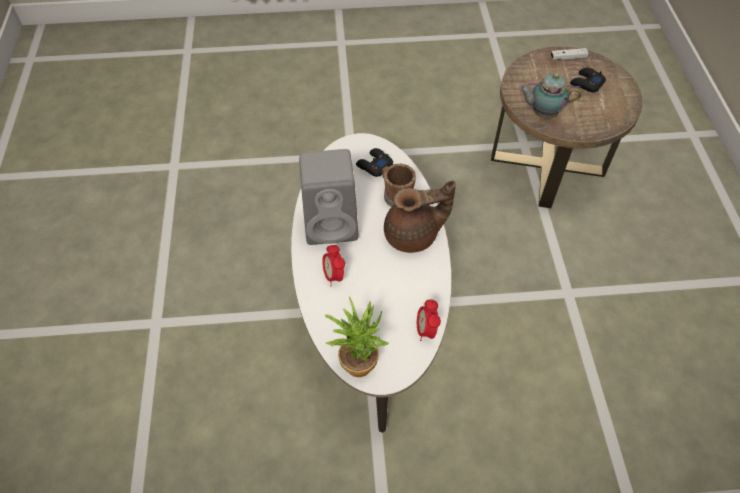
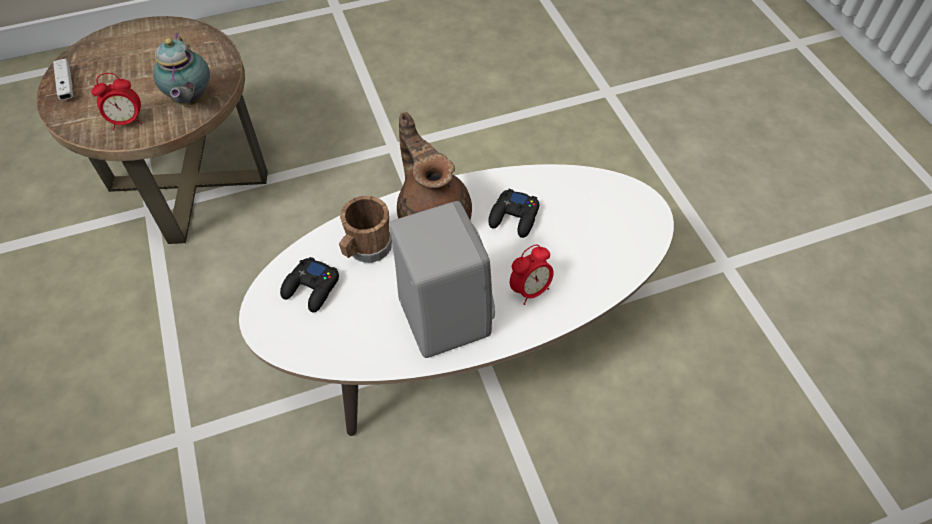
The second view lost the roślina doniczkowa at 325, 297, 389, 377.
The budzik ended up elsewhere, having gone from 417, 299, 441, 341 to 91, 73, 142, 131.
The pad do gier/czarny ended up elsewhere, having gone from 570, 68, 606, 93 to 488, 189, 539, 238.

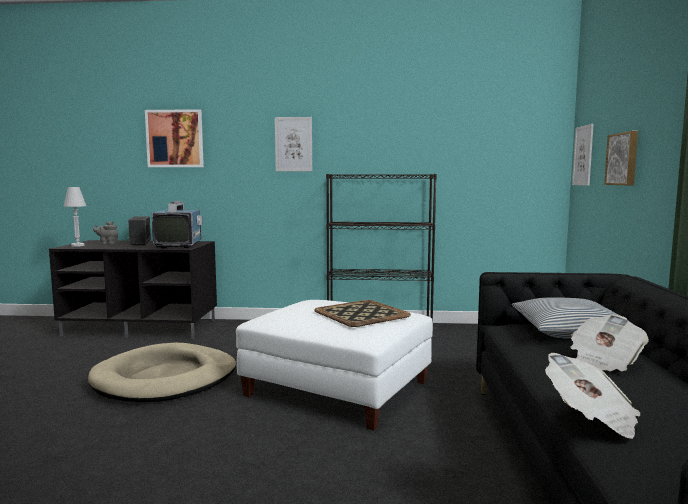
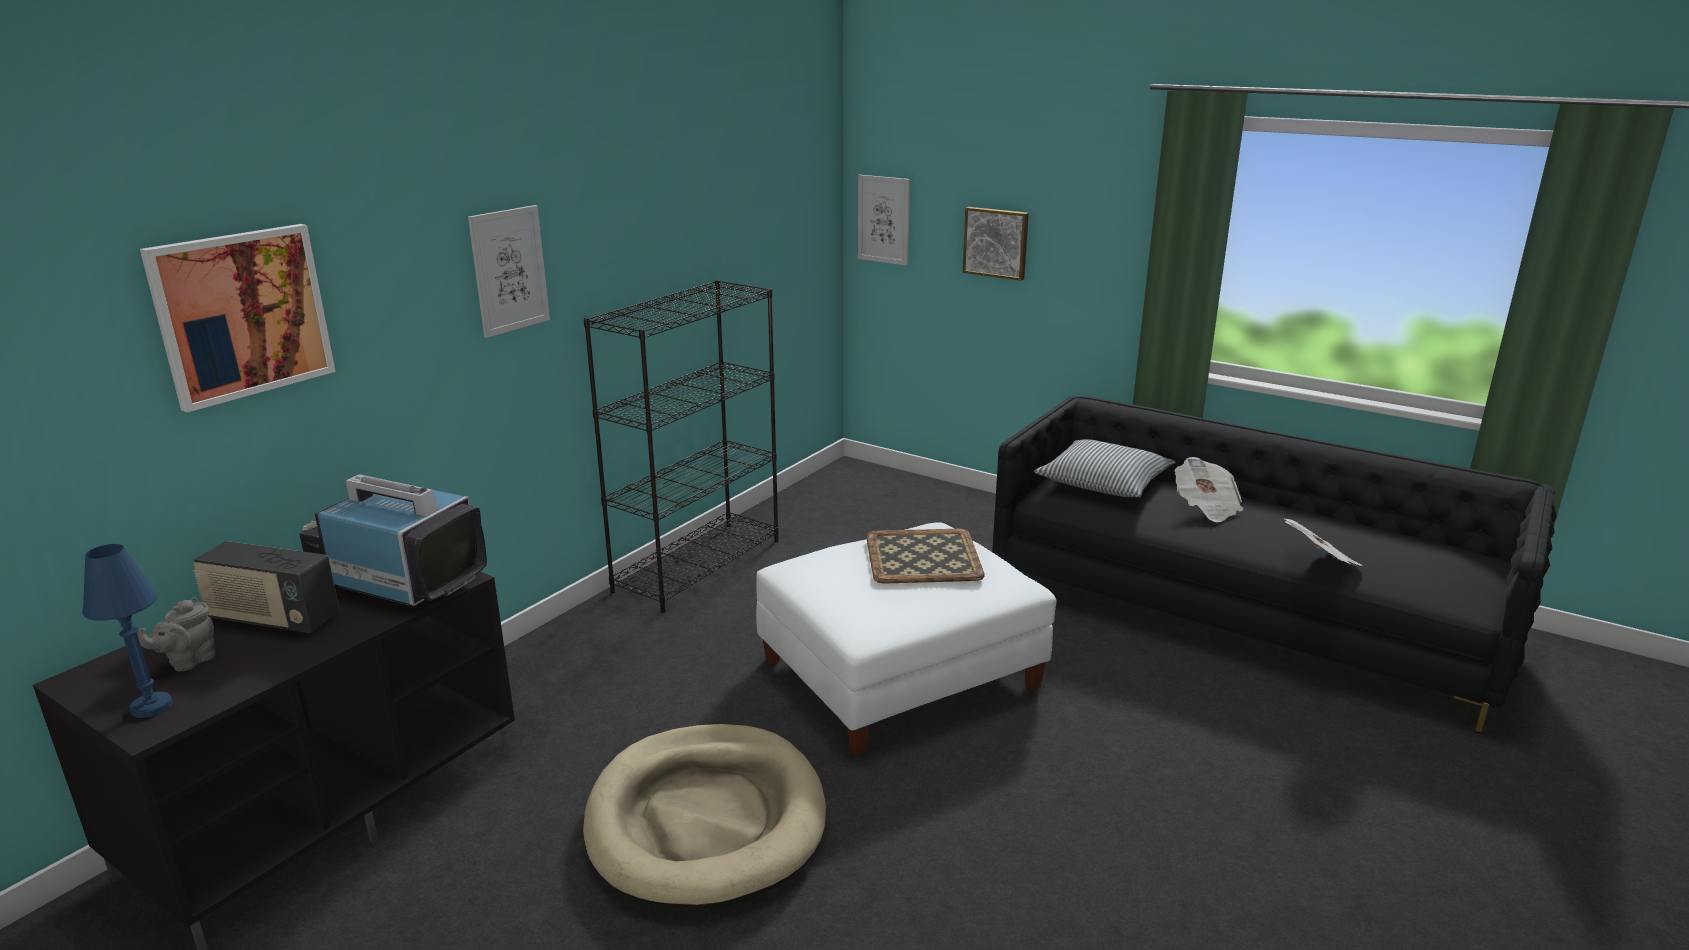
What was the lampa stołowa/biały at 63, 187, 86, 247 turned into the lampa stołowa/niebieski at 82, 544, 173, 718.

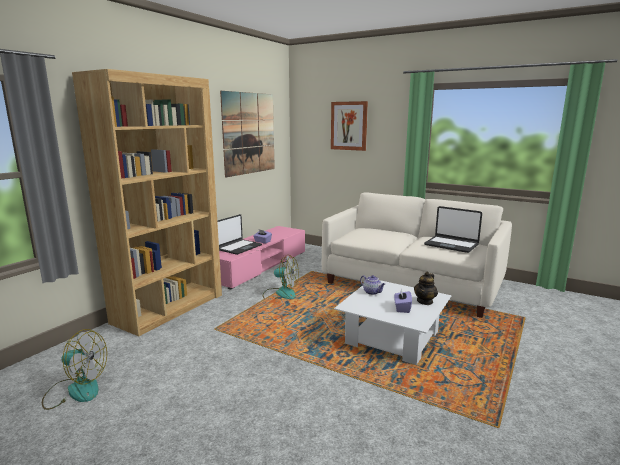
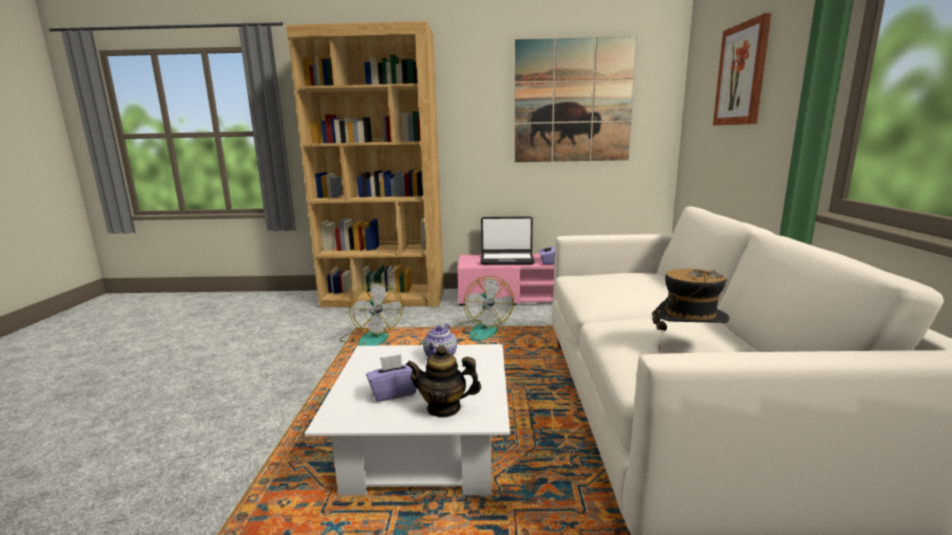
The wentylator ended up elsewhere, having gone from 42, 329, 107, 410 to 340, 282, 403, 346.
Where the laptop stood at 424, 206, 482, 253, the kapelusz came to stand at 652, 269, 730, 351.

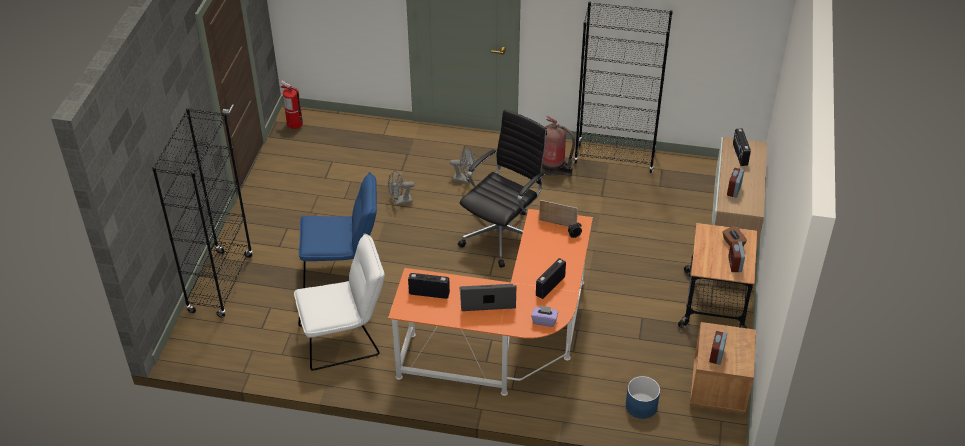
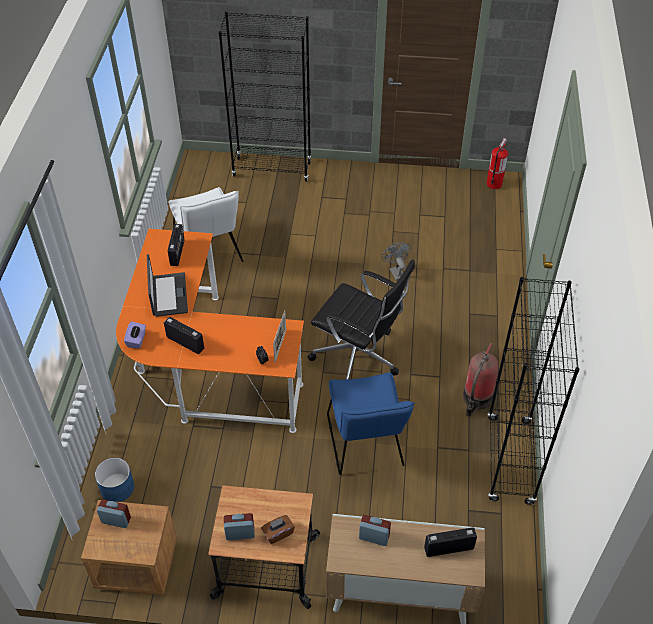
The second view lost the wentylator/szary at 450, 149, 476, 183.
The krzesło/niebieski ended up elsewhere, having gone from 298, 173, 377, 288 to 327, 372, 415, 475.

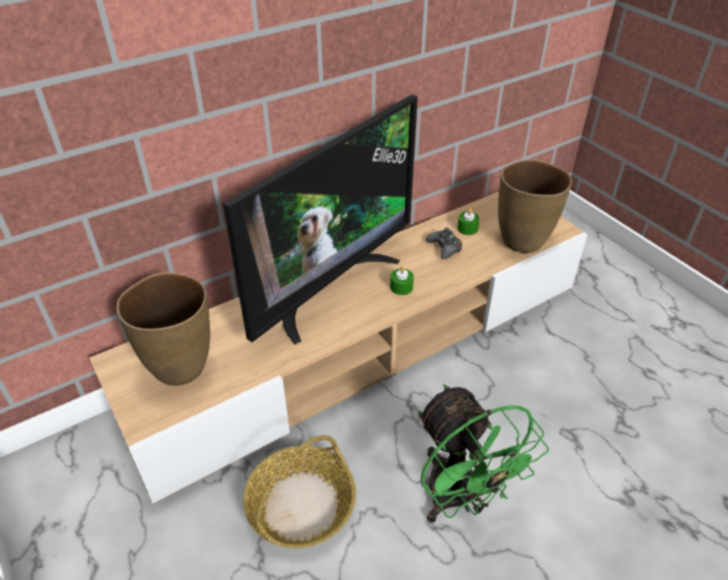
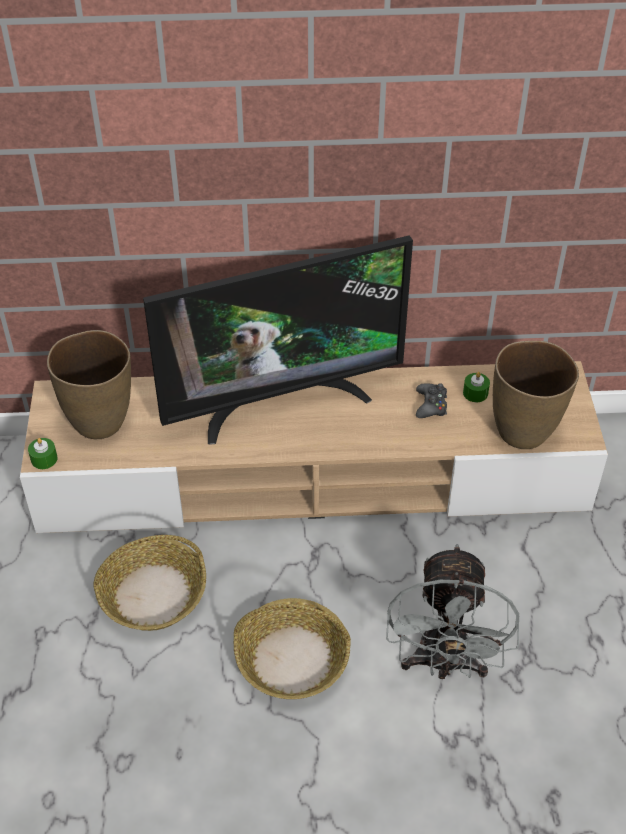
The second view gained the wentylator/szary at 386, 544, 519, 679.
The świeca/zielony ended up elsewhere, having gone from 390, 266, 414, 295 to 28, 438, 58, 469.
Where the wentylator/zielony stood at 418, 384, 549, 523, the koszyk came to stand at 234, 598, 351, 699.

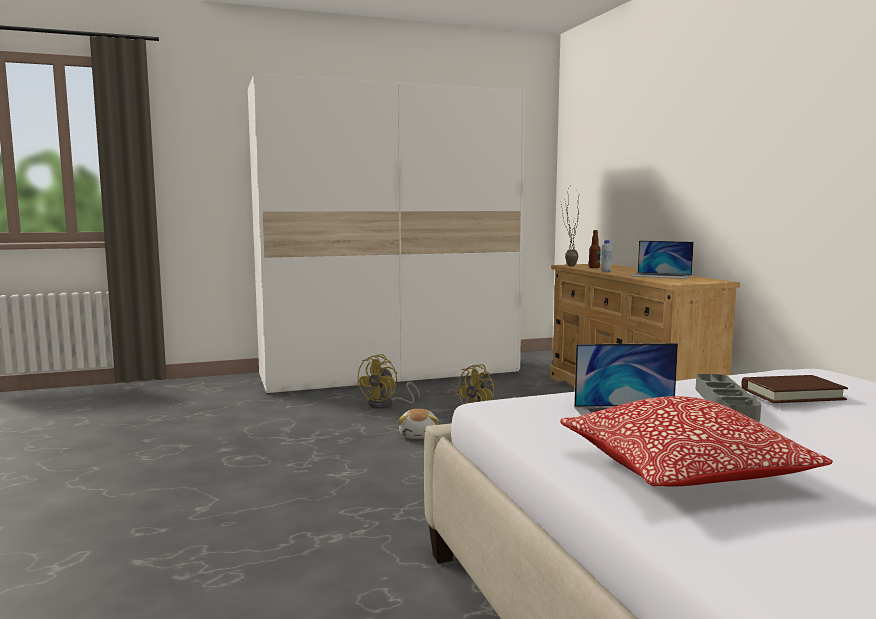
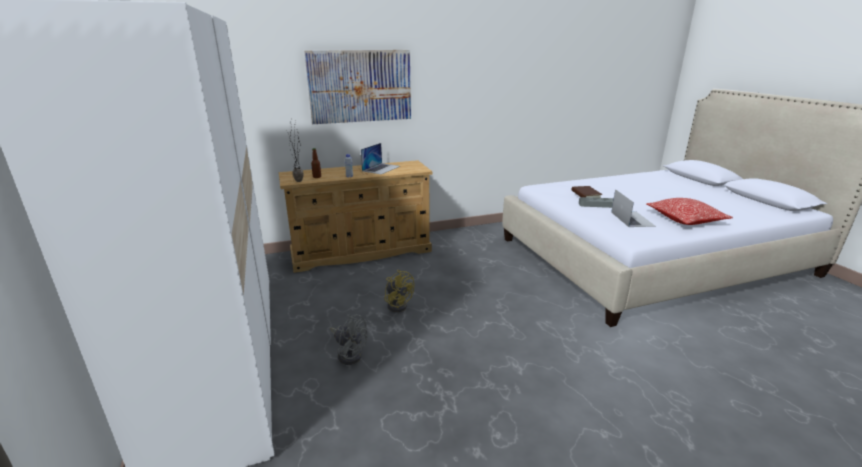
The second view lost the pluszak at 398, 409, 438, 439.
The second view gained the obraz at 304, 50, 411, 124.
What was the wentylator/żółty at 356, 354, 420, 409 turned into the wentylator/szary at 330, 314, 368, 365.

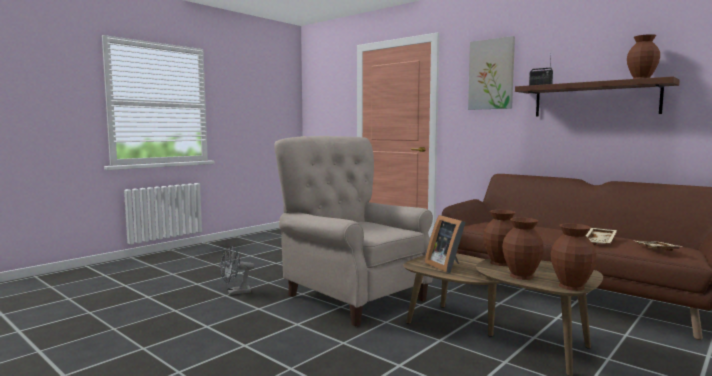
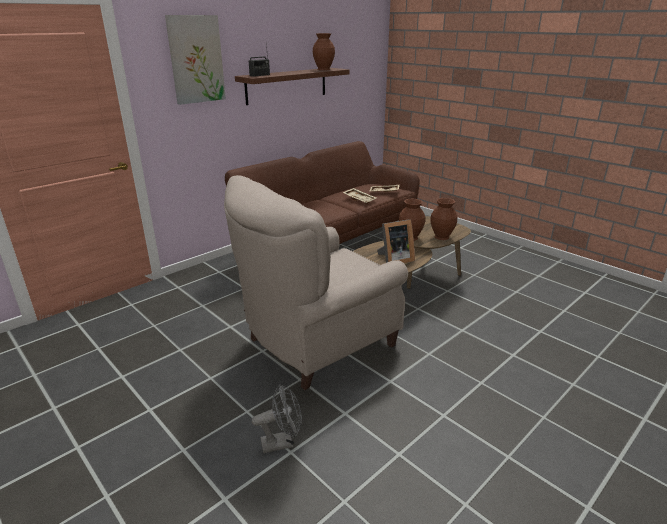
The second view lost the wazon/brązowy at 551, 224, 597, 291.
The wentylator/szary at 220, 246, 255, 295 ended up facing another way, 90 degrees counterclockwise from before.

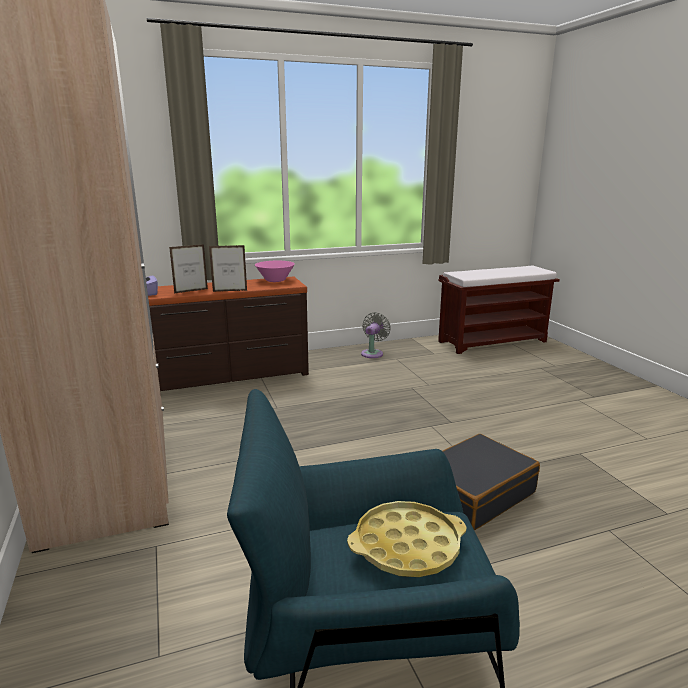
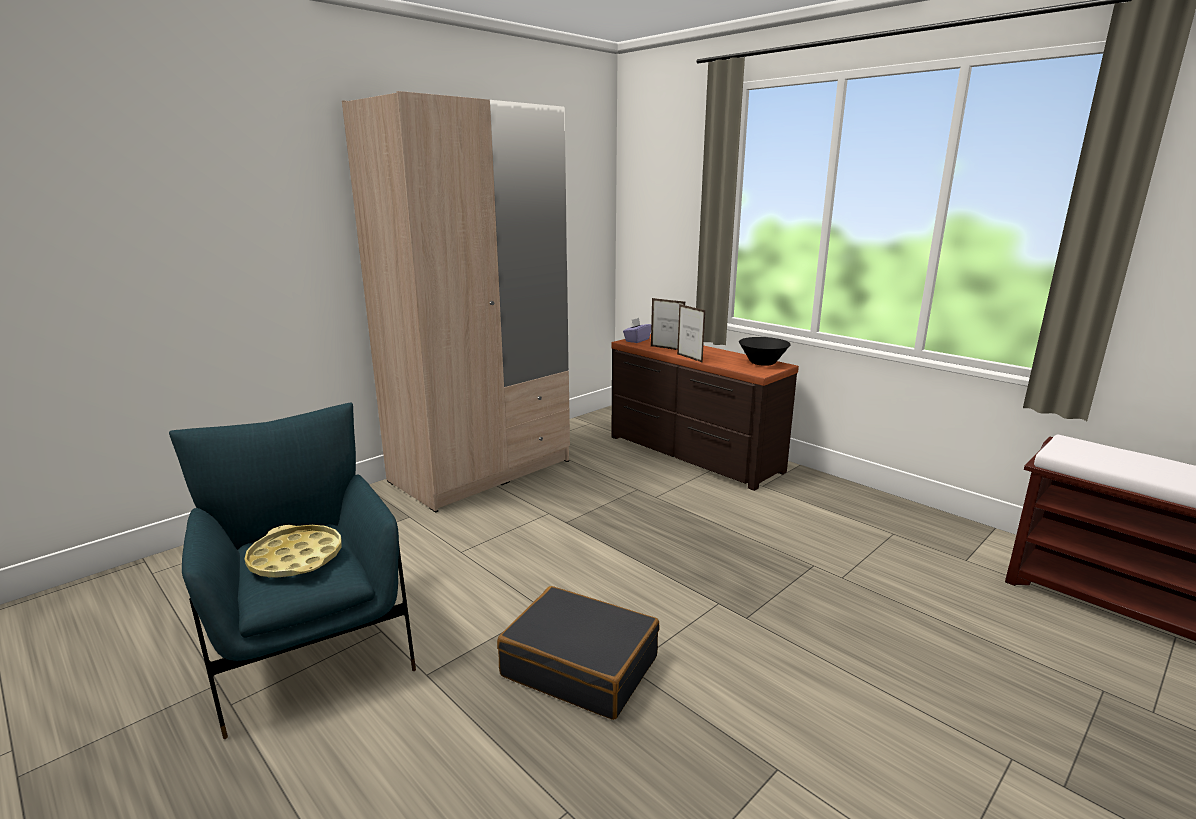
The second view lost the wentylator/szary at 361, 312, 391, 358.
What was the miska/różowy at 255, 261, 295, 282 turned into the miska/czarny at 739, 337, 791, 366.

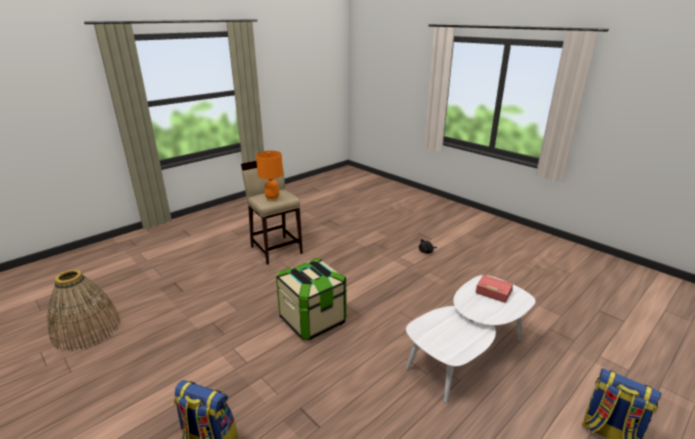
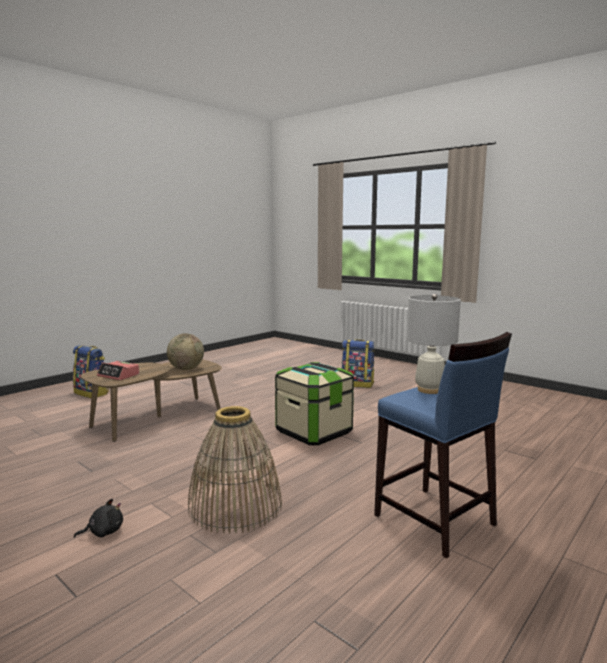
The second view gained the globus at 167, 334, 204, 370.
The koszyk ended up elsewhere, having gone from 48, 270, 120, 351 to 188, 406, 282, 534.
What was the stołek/beżowy at 241, 161, 303, 265 turned into the stołek/niebieski at 374, 332, 512, 559.
What was the lampa stołowa/pomarańczowy at 256, 151, 283, 201 turned into the lampa stołowa/biały at 407, 294, 461, 394.
What was the ława/biały at 406, 275, 535, 403 turned into the ława/brązowy at 81, 359, 222, 442.

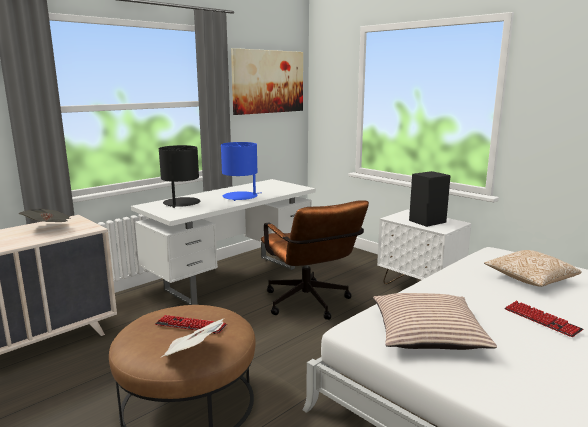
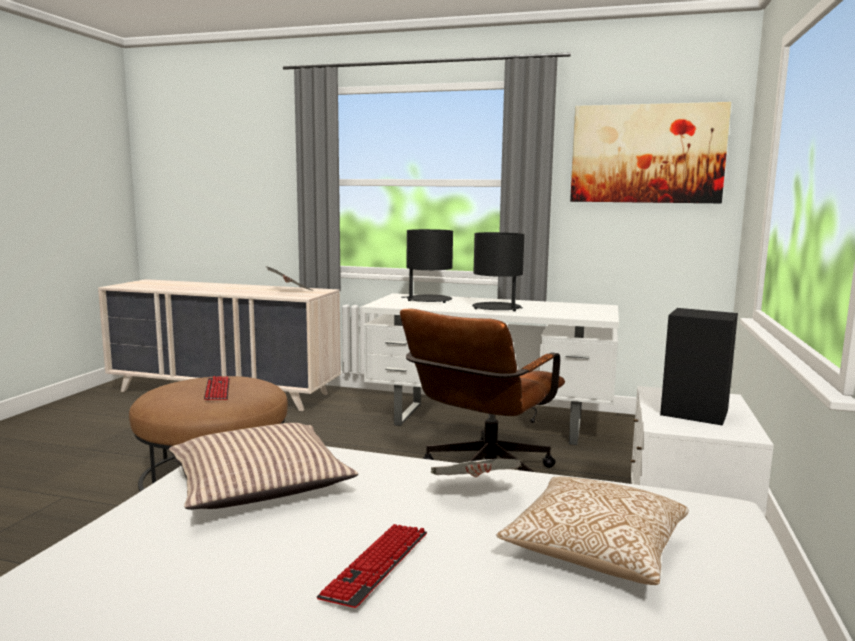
The gazeta ended up elsewhere, having gone from 161, 319, 223, 357 to 431, 458, 522, 477.
What was the lampa stołowa/niebieski at 221, 142, 262, 201 turned into the lampa stołowa/czarny at 472, 232, 525, 311.

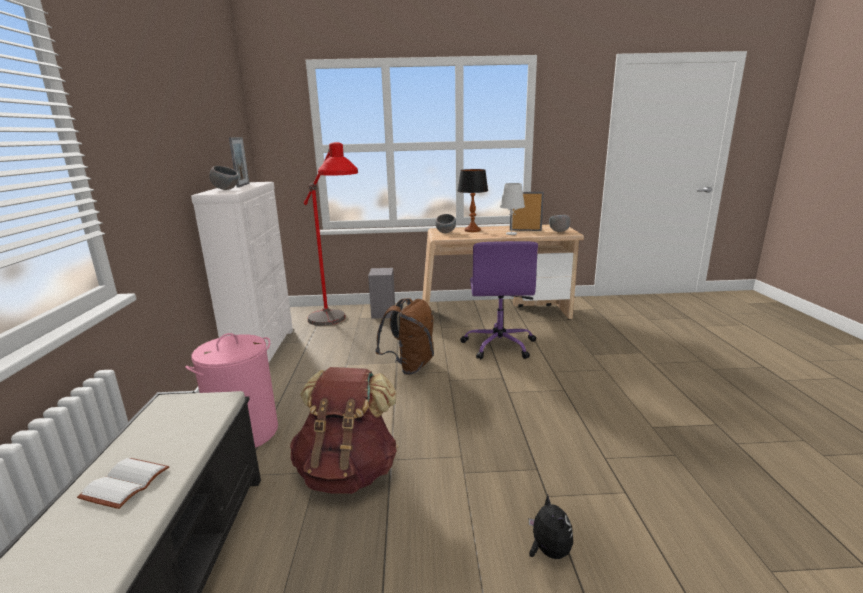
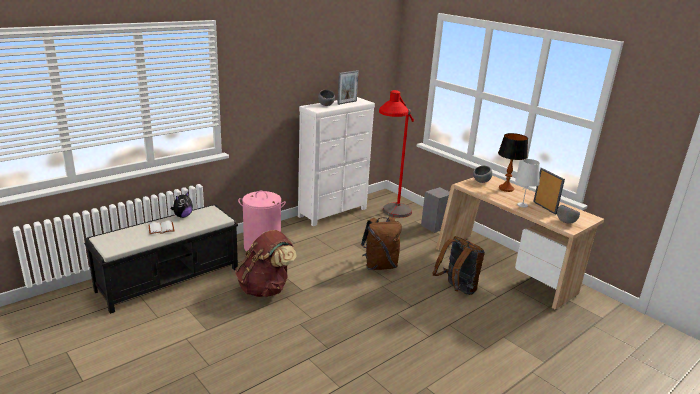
The pluszak ended up elsewhere, having gone from 529, 495, 573, 559 to 170, 191, 193, 218.
Where the krzesło biurowe/fioletowy stood at 460, 241, 538, 359, the plecak/brązowy came to stand at 432, 236, 485, 295.

